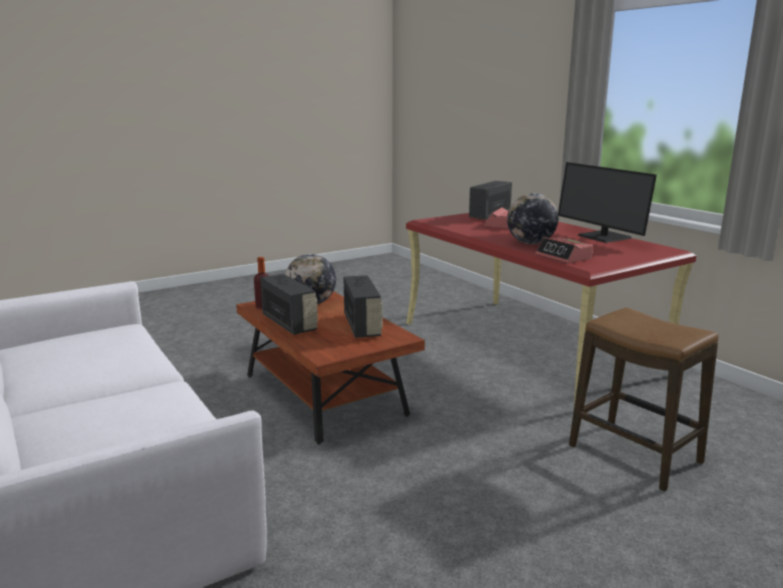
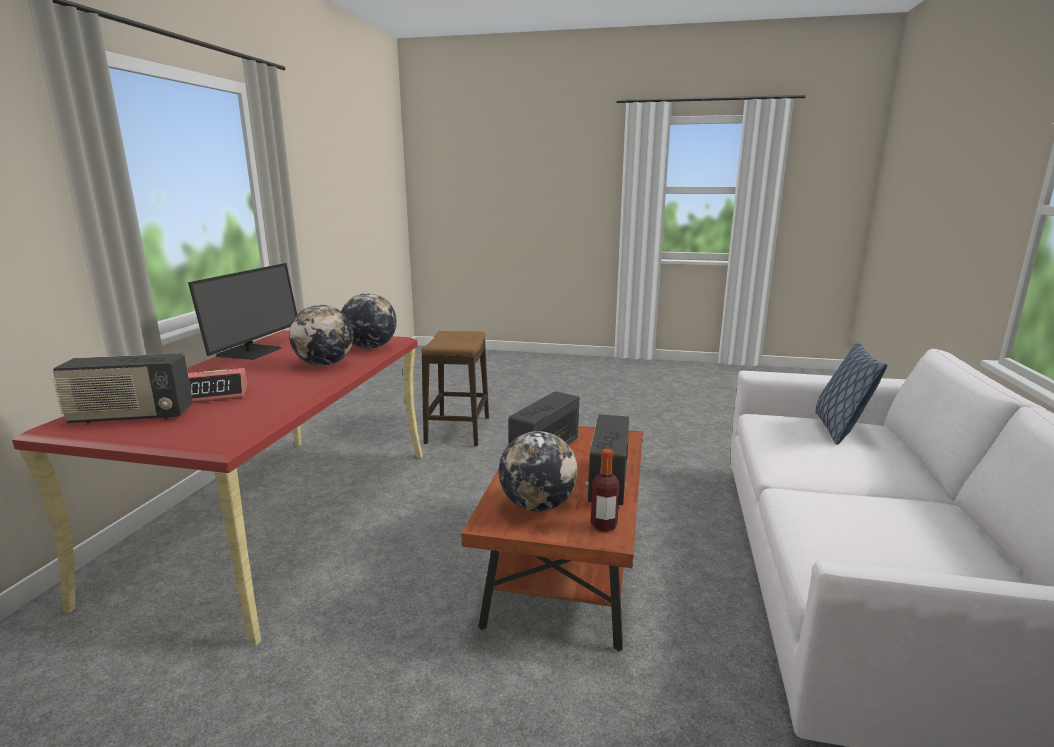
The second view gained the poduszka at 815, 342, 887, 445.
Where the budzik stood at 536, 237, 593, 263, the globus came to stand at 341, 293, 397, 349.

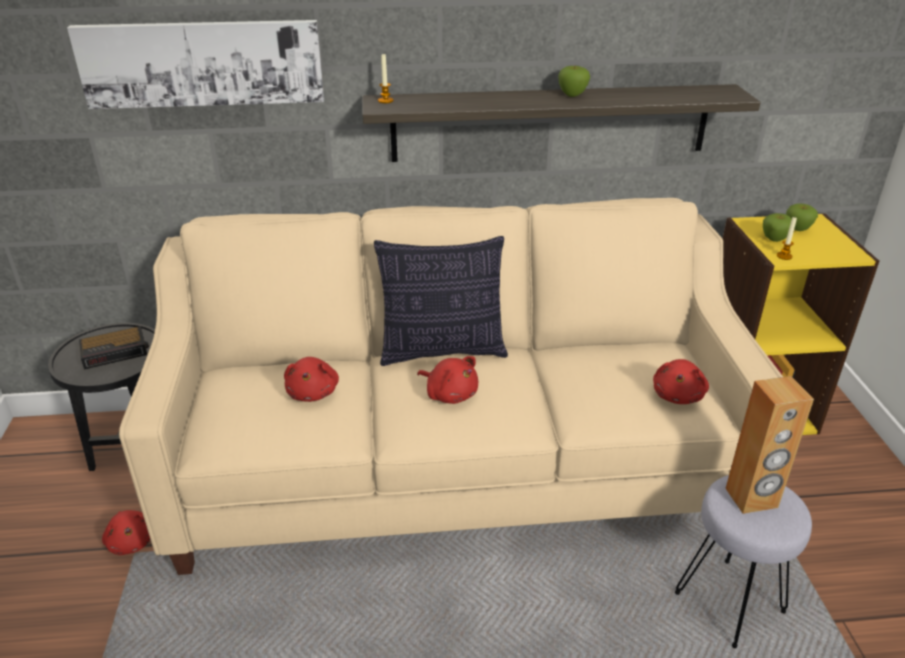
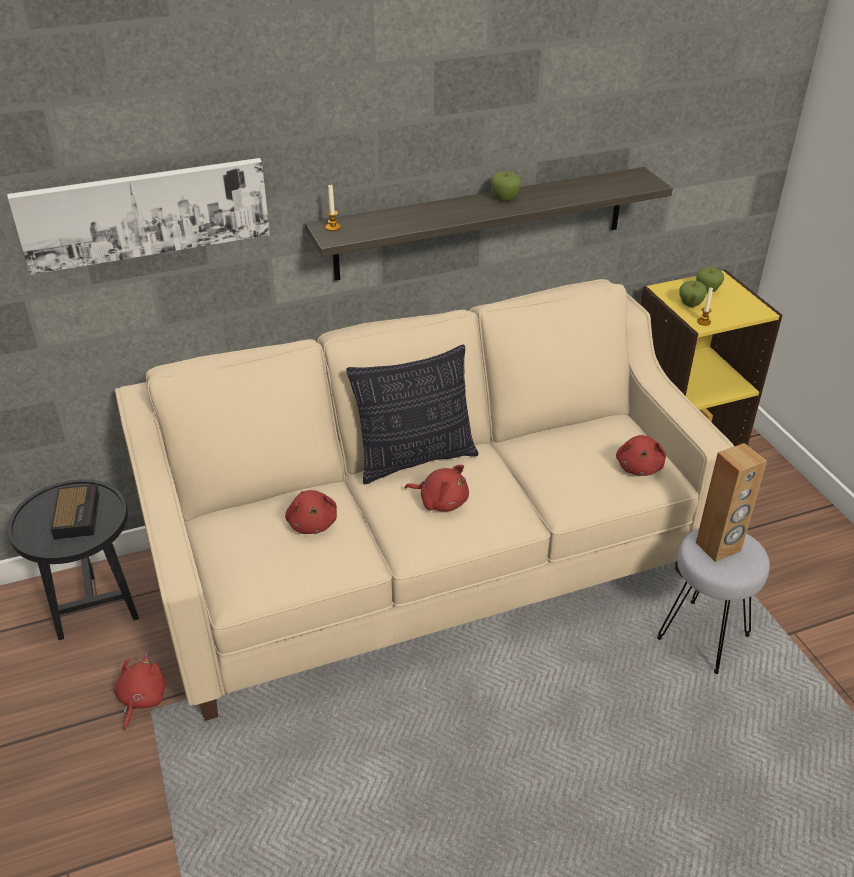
The budzik at 79, 326, 149, 369 ended up facing another way, 60 degrees counterclockwise from before.
The pluszak/czerwony at 102, 510, 151, 555 ended up facing another way, 120 degrees counterclockwise from before.

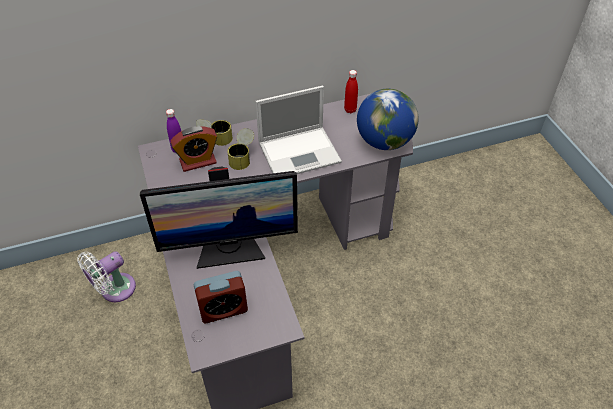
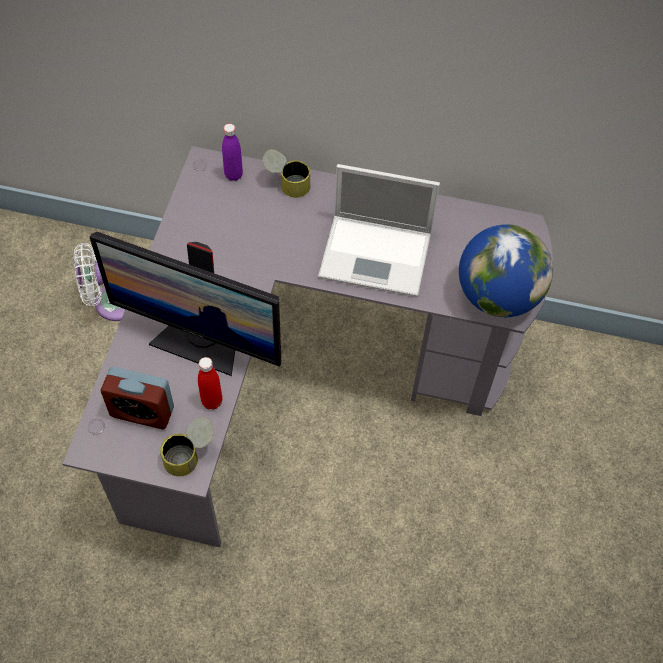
The second view lost the budzik at 170, 126, 217, 172.
The puszka ended up elsewhere, having gone from 227, 128, 254, 170 to 160, 418, 214, 477.
The butelka/czerwony ended up elsewhere, having gone from 344, 70, 358, 113 to 198, 357, 222, 410.

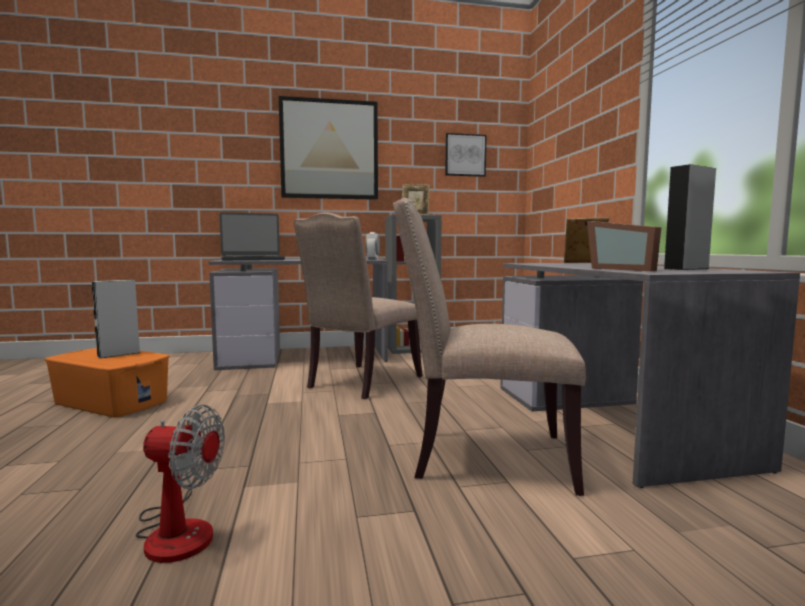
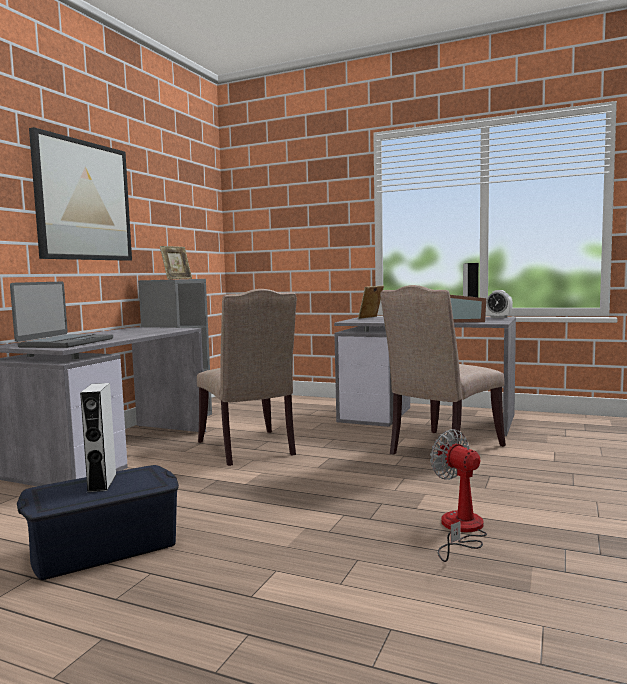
The second view lost the obraz at 445, 133, 486, 177.
The budzik ended up elsewhere, having gone from 366, 232, 380, 260 to 486, 290, 513, 318.
What was the pojemnik do przechowywania/pomarańczowy at 45, 348, 170, 417 turned into the pojemnik do przechowywania/niebieski at 17, 465, 179, 580.
The wentylator at 136, 405, 225, 563 ended up facing another way, 75 degrees counterclockwise from before.

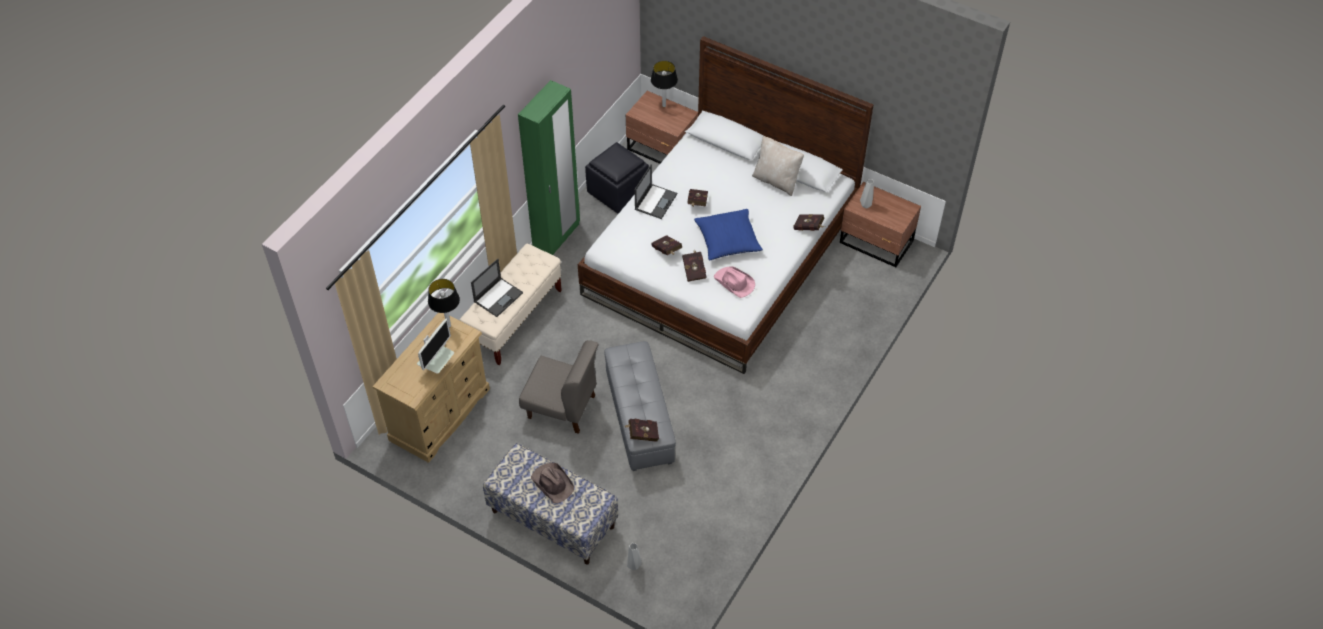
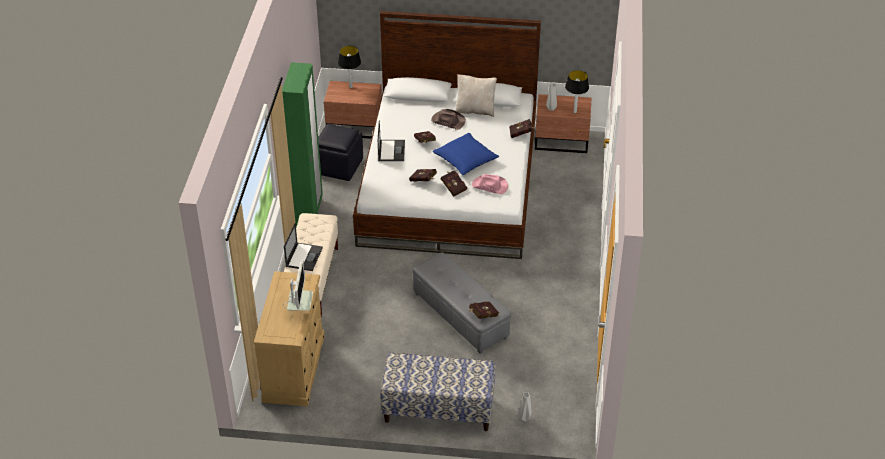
The second view lost the krzesło/szary at 519, 340, 599, 434.
The lampa stołowa ended up elsewhere, having gone from 428, 279, 460, 328 to 565, 70, 589, 113.
The kapelusz/brązowy ended up elsewhere, having gone from 531, 463, 574, 503 to 431, 109, 466, 130.

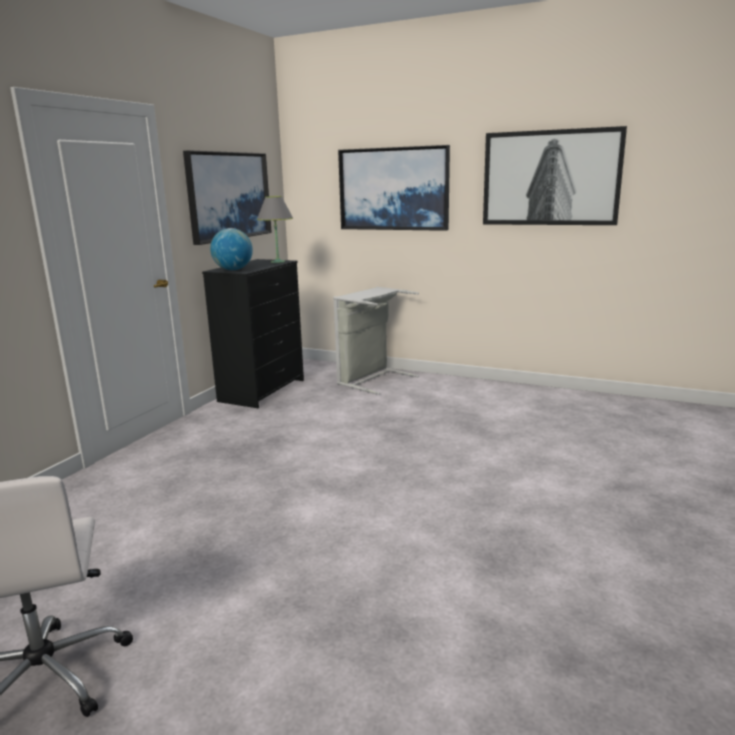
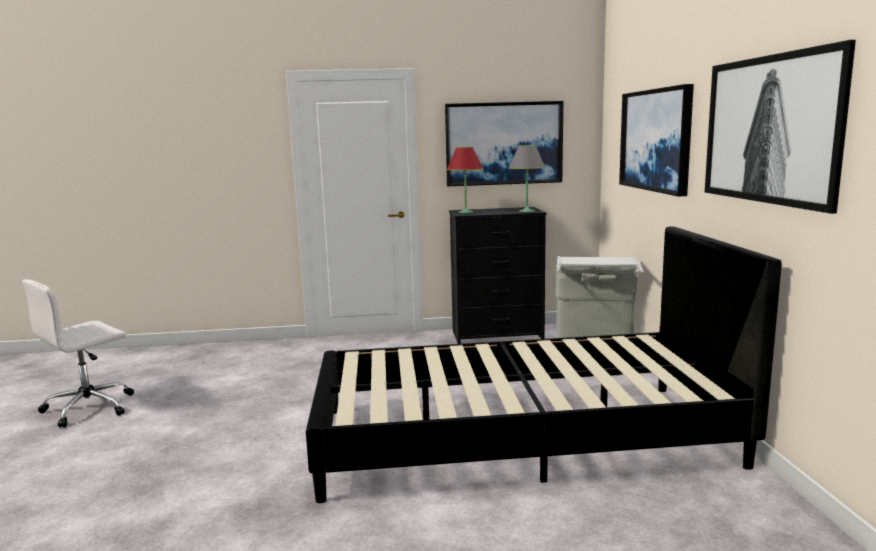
The second view gained the łóżko/czarny at 306, 226, 782, 503.
Where the globus stood at 210, 228, 253, 270, the lampa stołowa/czerwony came to stand at 447, 147, 483, 213.

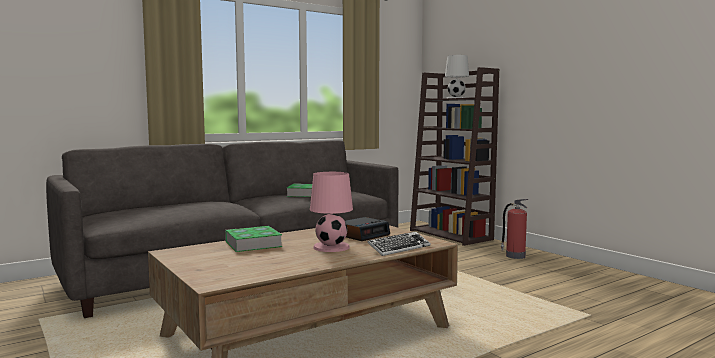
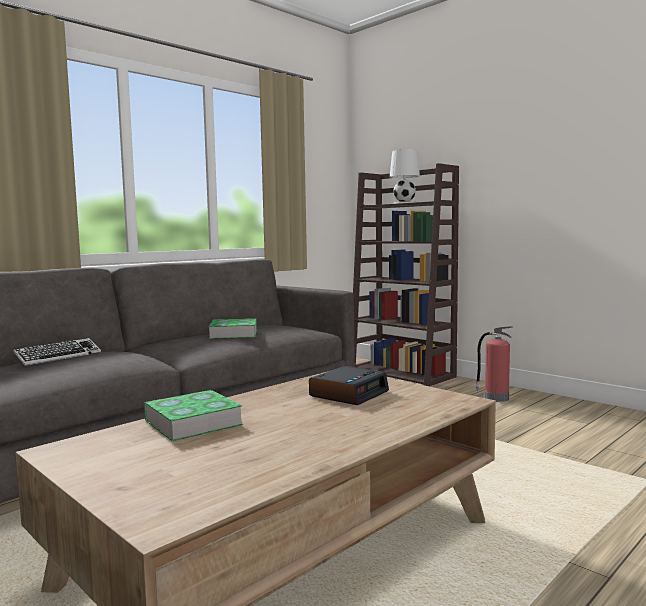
The second view lost the lampa stołowa/różowy at 310, 172, 353, 252.
The klawiatura ended up elsewhere, having gone from 367, 232, 431, 256 to 13, 338, 101, 366.

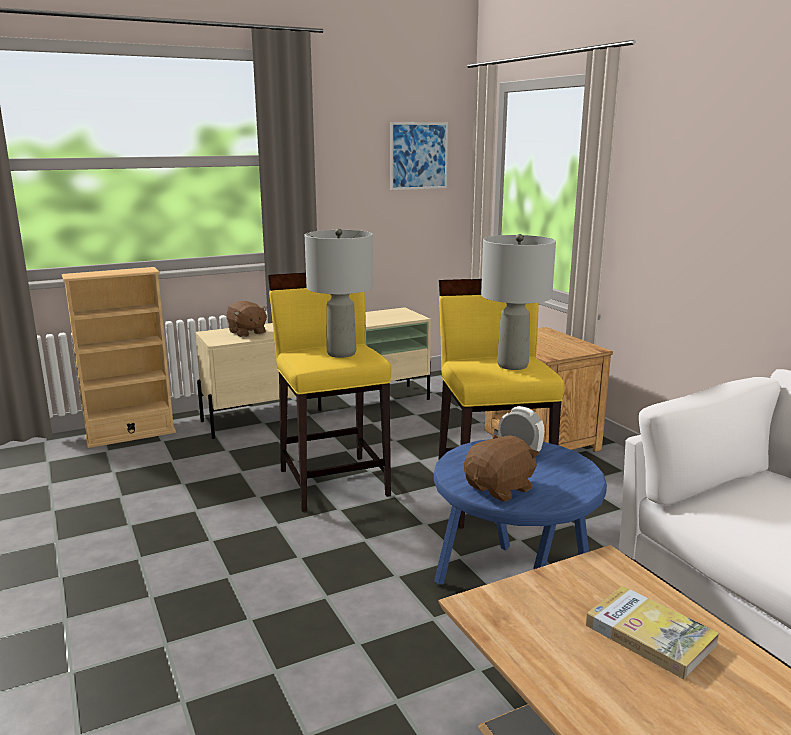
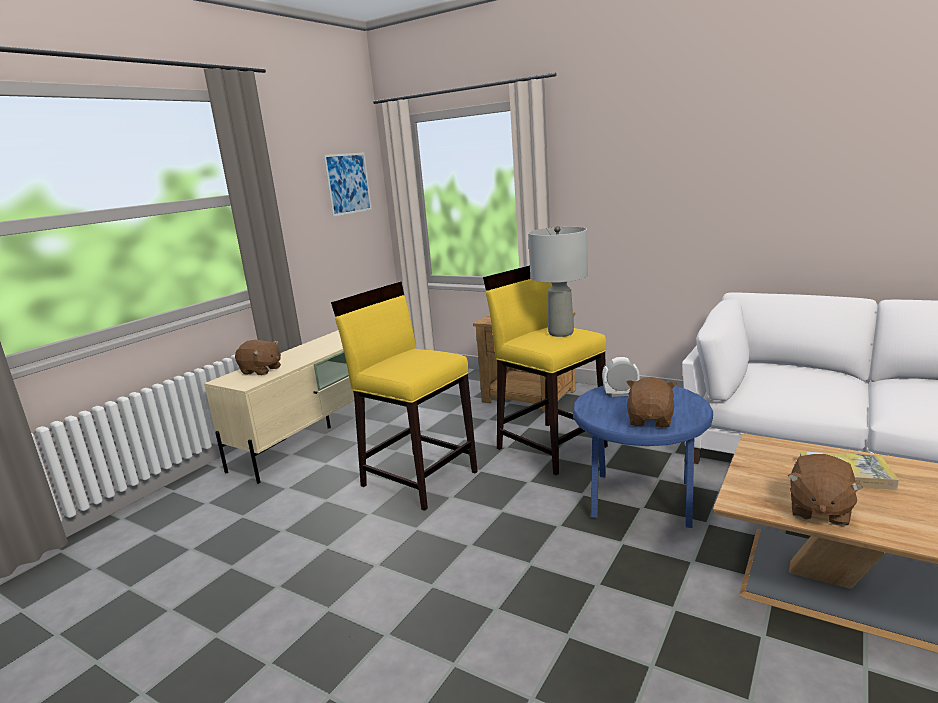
The second view lost the regał/beżowy at 62, 267, 176, 448.
The second view lost the lampa stołowa/szary at 305, 229, 373, 358.
The second view gained the pluszak/brązowy at 788, 454, 863, 526.

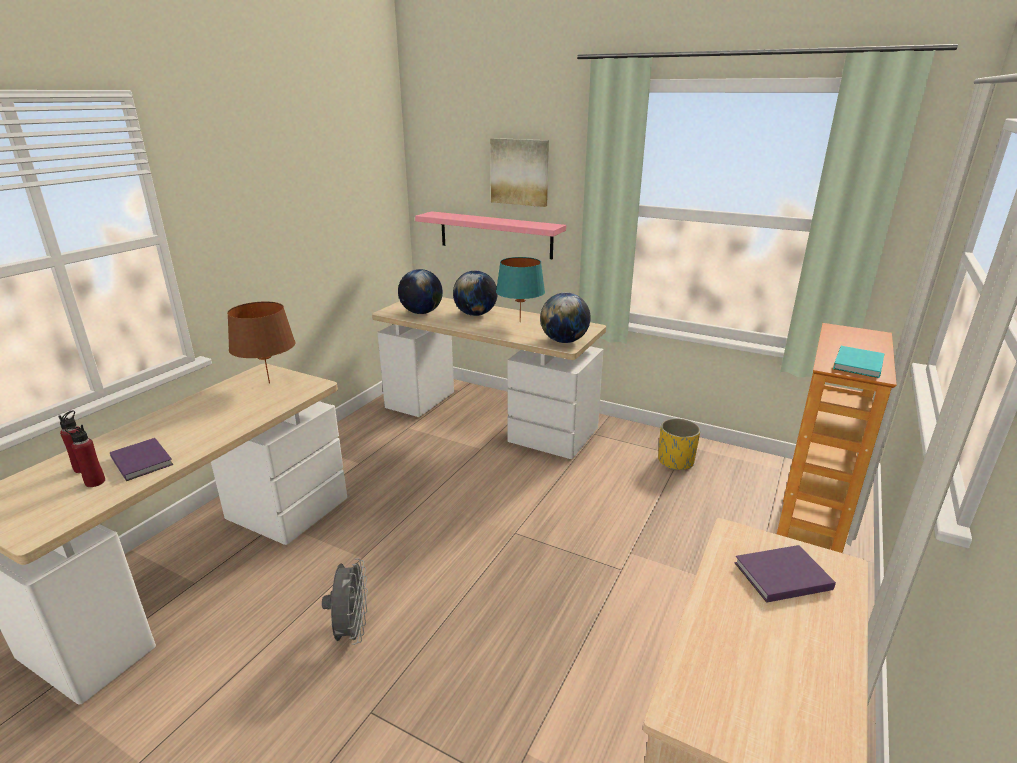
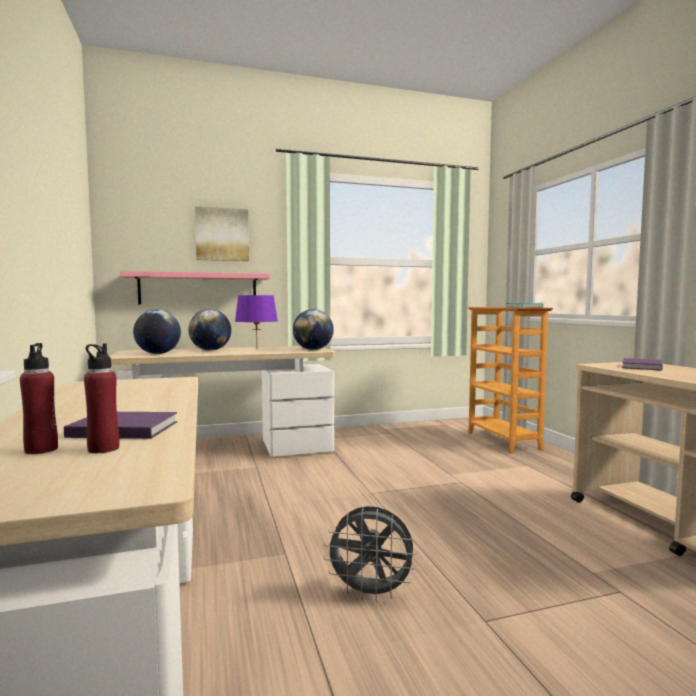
The second view lost the lampa stołowa/brązowy at 227, 301, 295, 384.
The second view lost the donica/żółty at 658, 418, 701, 470.
What was the lampa stołowa/turkusowy at 496, 257, 545, 322 turned into the lampa stołowa/fioletowy at 235, 295, 278, 342.
The wentylator/szary at 322, 558, 368, 645 ended up facing another way, 150 degrees clockwise from before.

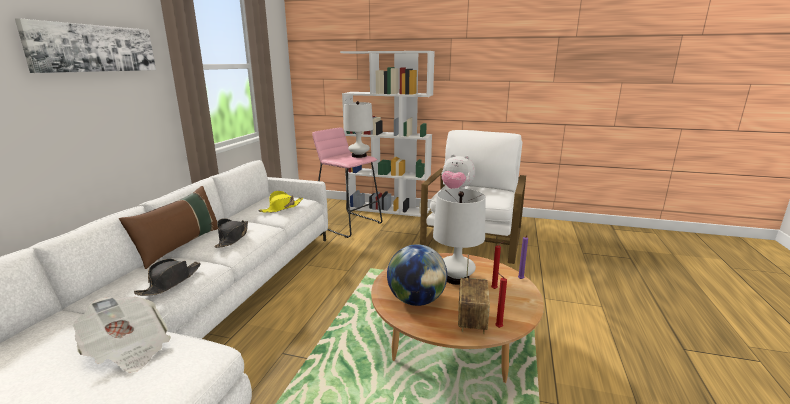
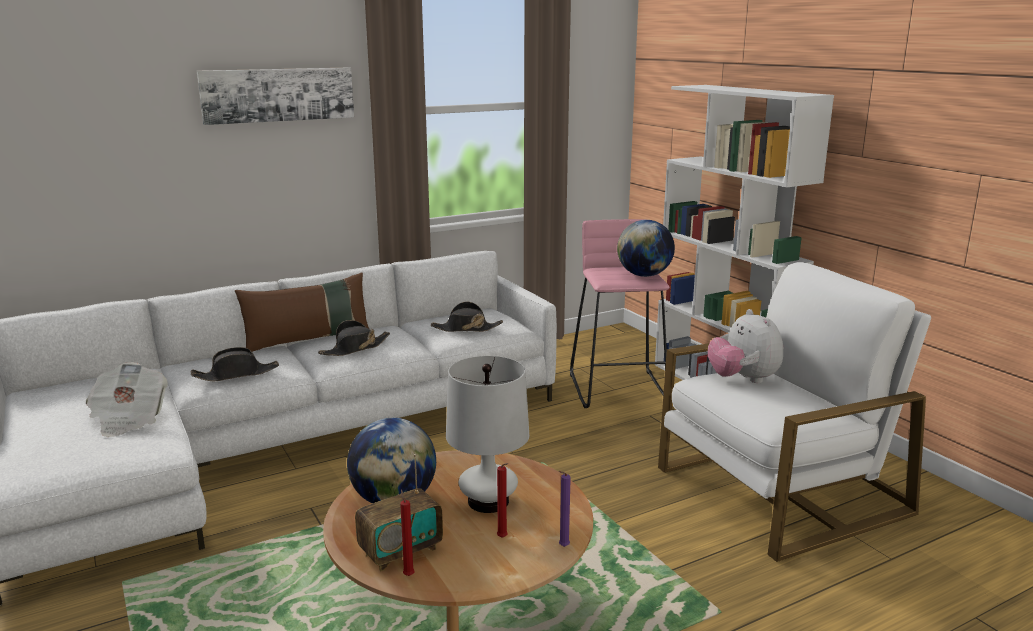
Where the lampa stołowa/biały stood at 343, 101, 373, 158, the globus came to stand at 617, 220, 675, 277.
What was the kapelusz/żółty at 259, 191, 303, 213 turned into the kapelusz/czarny at 431, 302, 503, 332.

